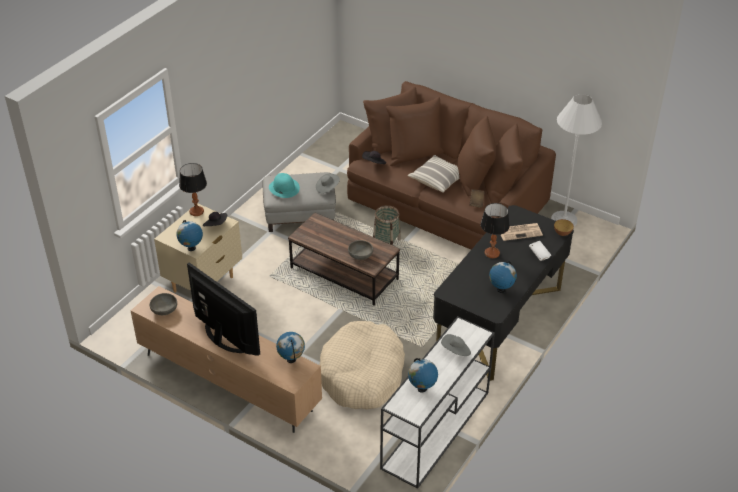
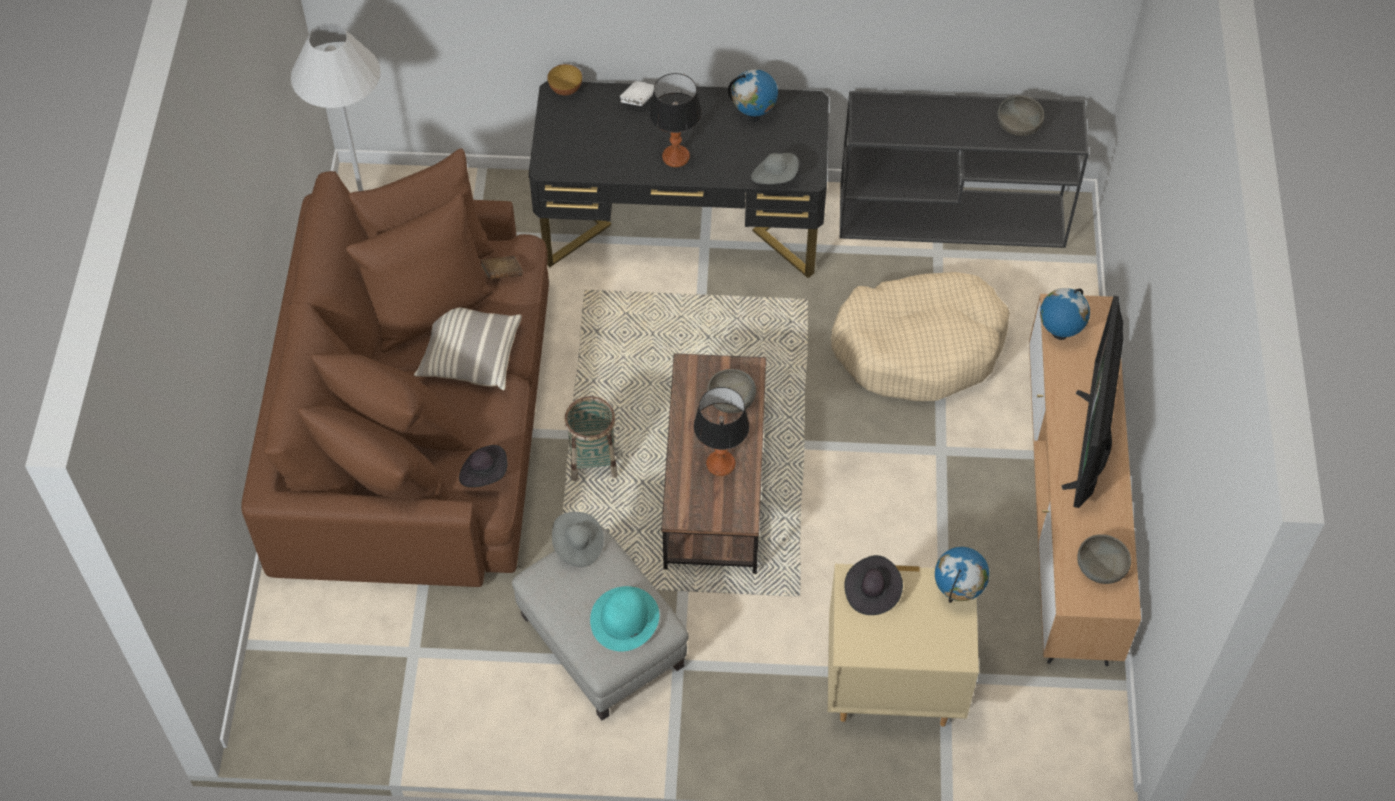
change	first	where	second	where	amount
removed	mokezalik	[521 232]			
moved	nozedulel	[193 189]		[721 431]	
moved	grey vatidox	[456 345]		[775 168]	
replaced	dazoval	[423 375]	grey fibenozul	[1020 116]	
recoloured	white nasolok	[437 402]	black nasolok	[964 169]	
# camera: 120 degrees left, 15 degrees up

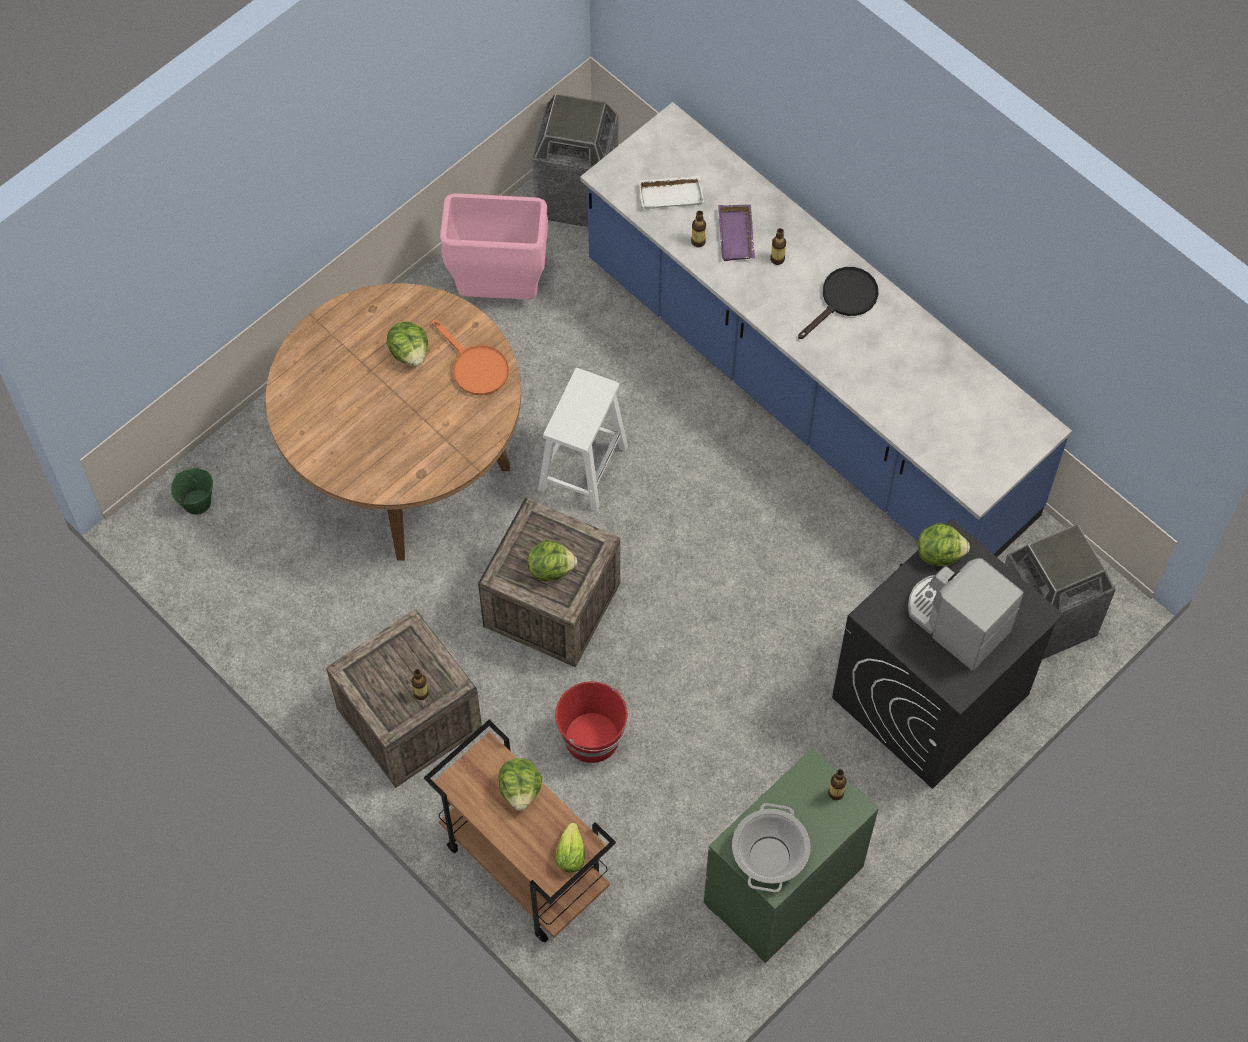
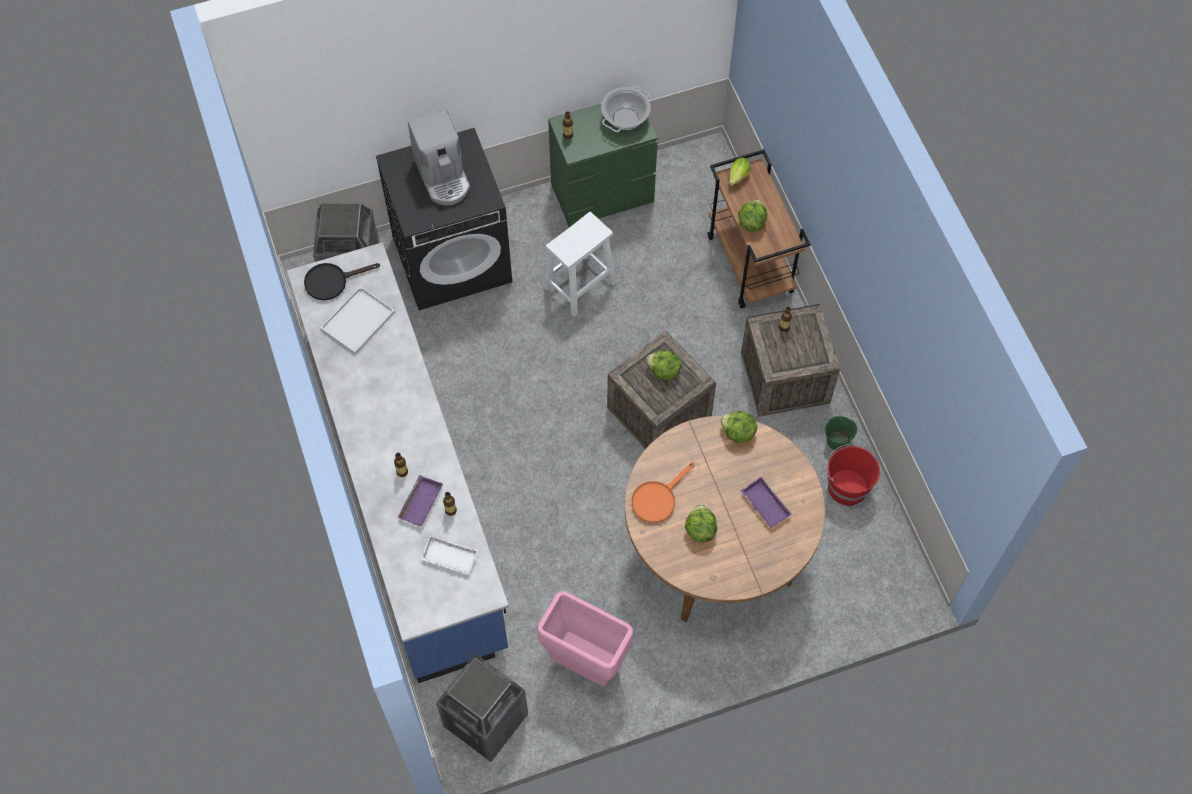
change	first	where	second	where	amount
added			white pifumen	[357 320]	
added			purple pifumen	[765 502]	
moved	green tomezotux	[192 491]		[841 433]	
moved	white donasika	[583 440]		[580 264]	
moved	red tomezotux	[593 722]		[853 475]	
moved	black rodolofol	[838 303]		[342 282]	
moved	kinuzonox	[944 544]		[738 427]	
turned	orange rodolofol	[470 357]		[663 492]	120 degrees counterclockwise
# camera: 155 degrees left, 0 degrees up

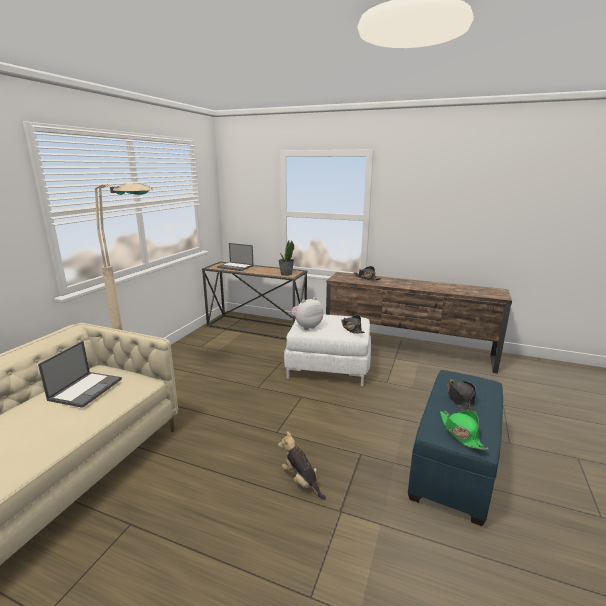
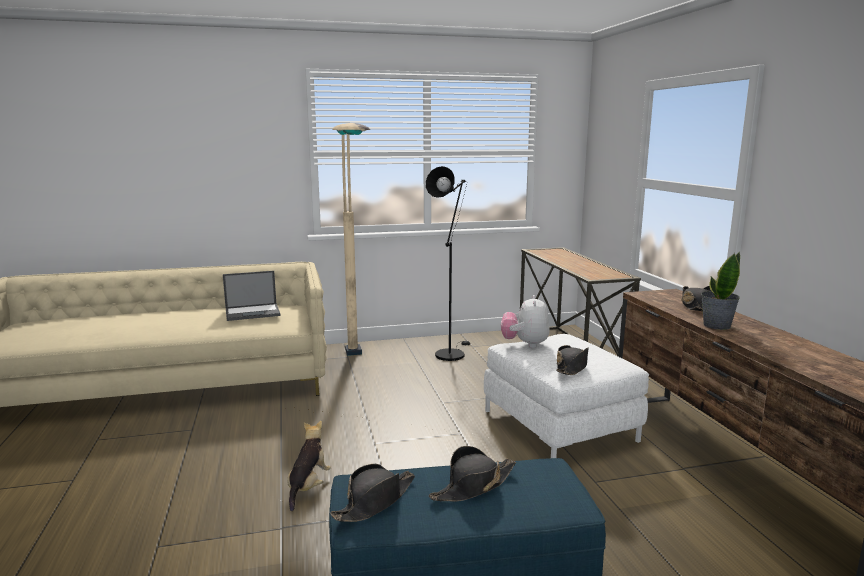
change	first	where	second	where	amount
removed	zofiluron	[235 257]			
added			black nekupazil	[448 263]	
moved	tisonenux	[286 258]		[720 291]	
recoloured	green vatidox	[464 430]	black vatidox	[372 493]	
turned	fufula	[307 313]		[525 321]	105 degrees counterclockwise
# camera: 55 degrees right, 5 degrees down

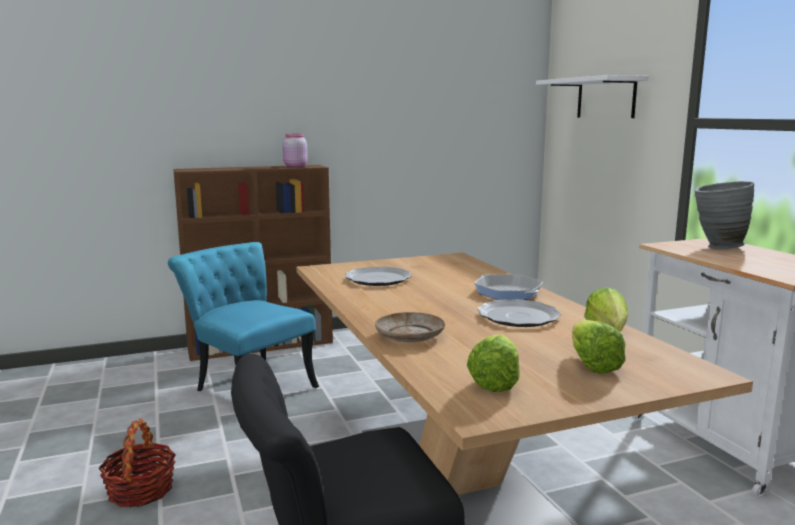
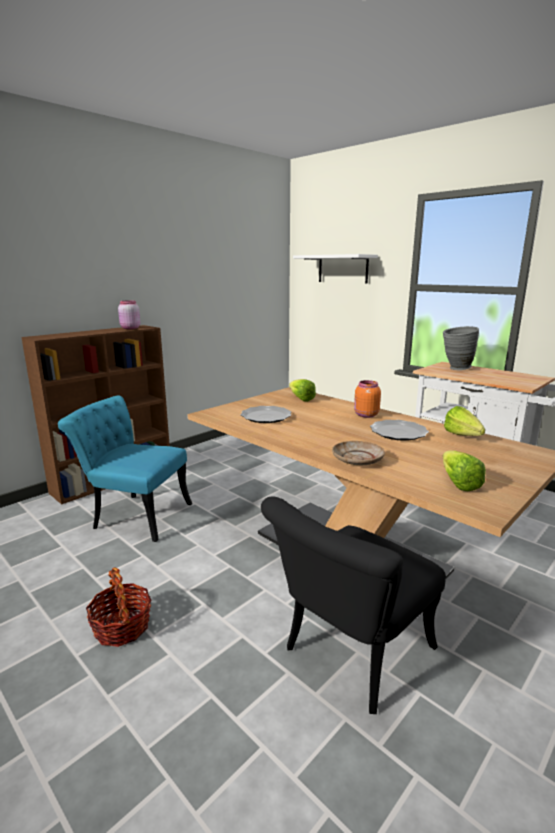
change	first	where	second	where	amount
moved	kinuzonox	[599 347]		[302 390]	
replaced	rodolofol	[508 287]	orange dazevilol	[367 399]	
# camera: 25 degrees left, 5 degrees up

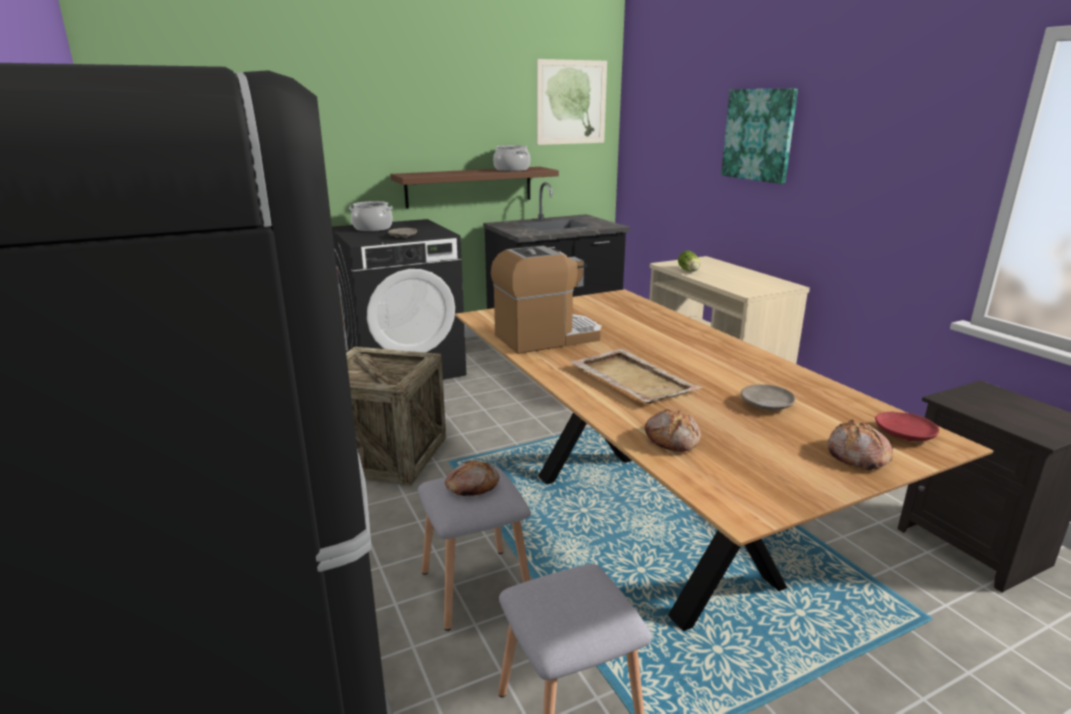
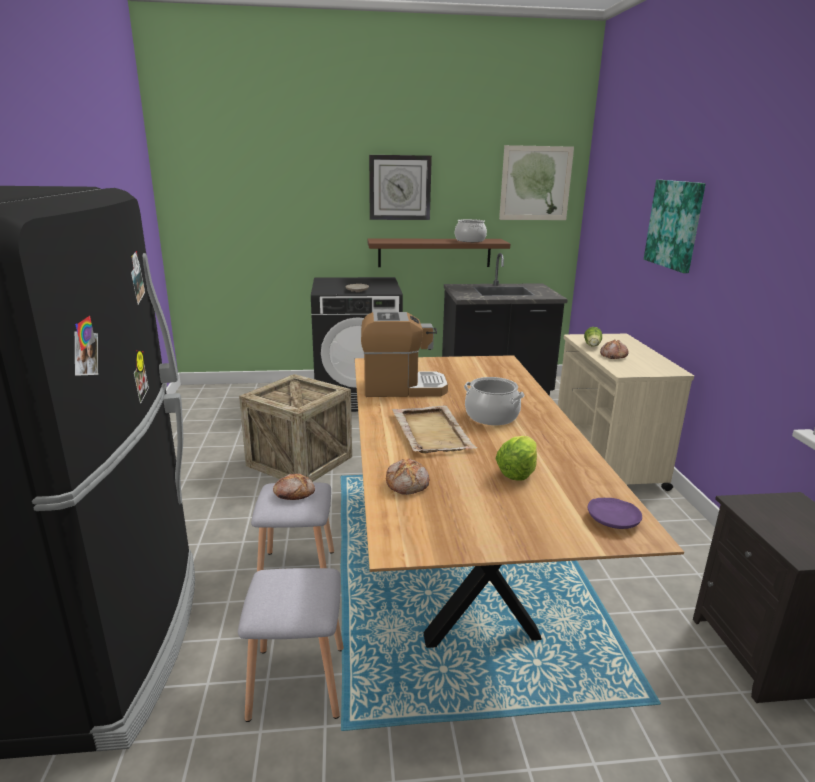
change	first	where	second	where	amount
added			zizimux	[400 187]	
moved	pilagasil	[371 216]		[494 401]	
moved	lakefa	[860 444]		[614 349]	
replaced	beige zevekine	[768 397]	kinuzonox	[516 458]	
recoloured	red zevekine	[907 426]	purple zevekine	[615 513]	
# camera: 20 degrees right, 0 degrees up

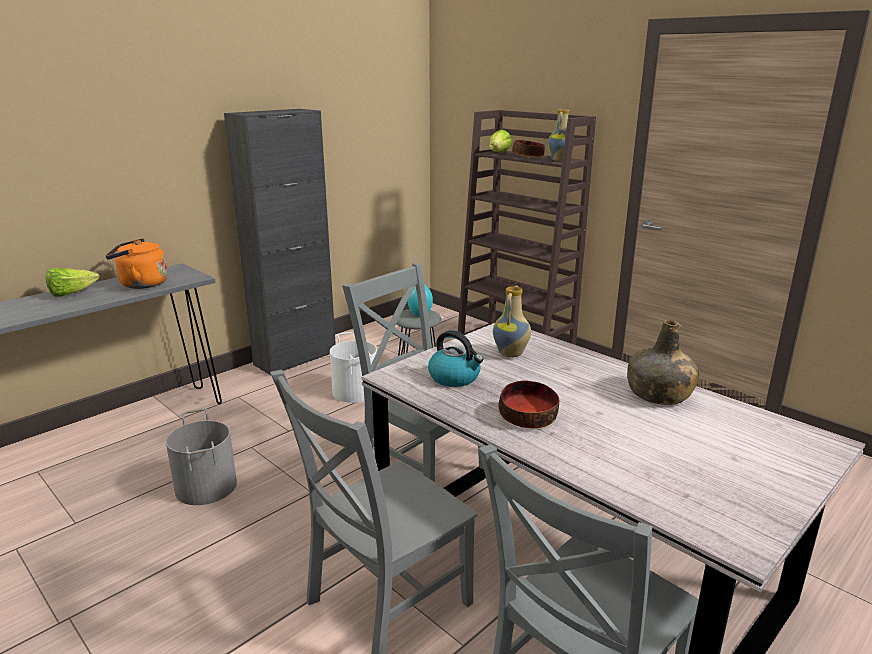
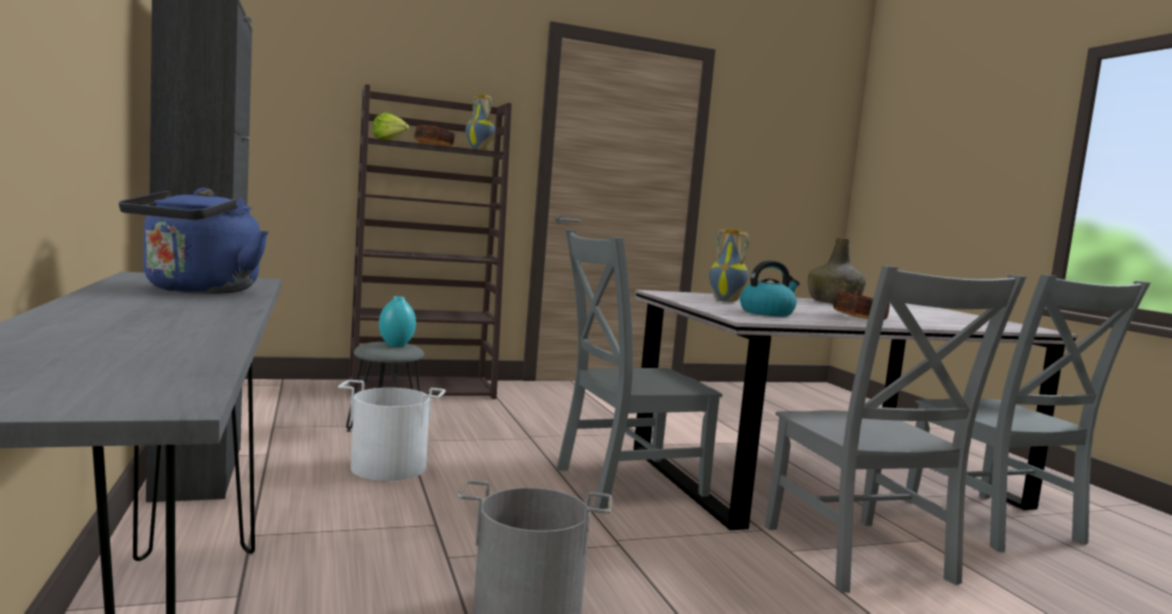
change	first	where	second	where	amount
removed	kinuzonox	[73 282]			
recoloured	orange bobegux	[136 263]	blue bobegux	[193 241]	
# camera: 65 degrees left, 15 degrees down

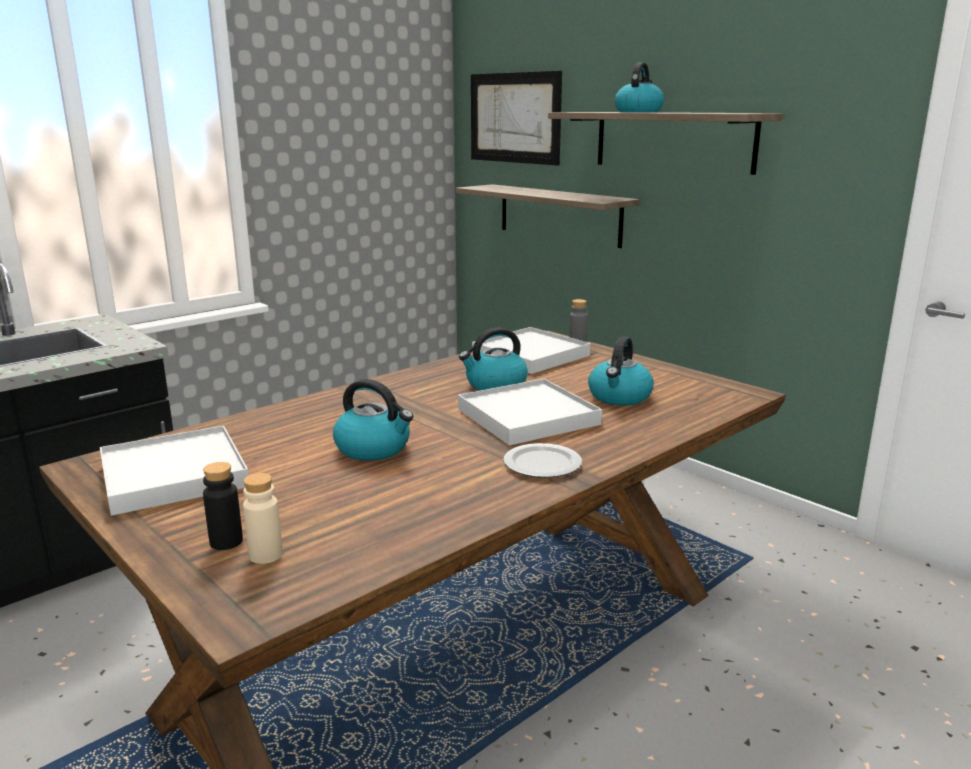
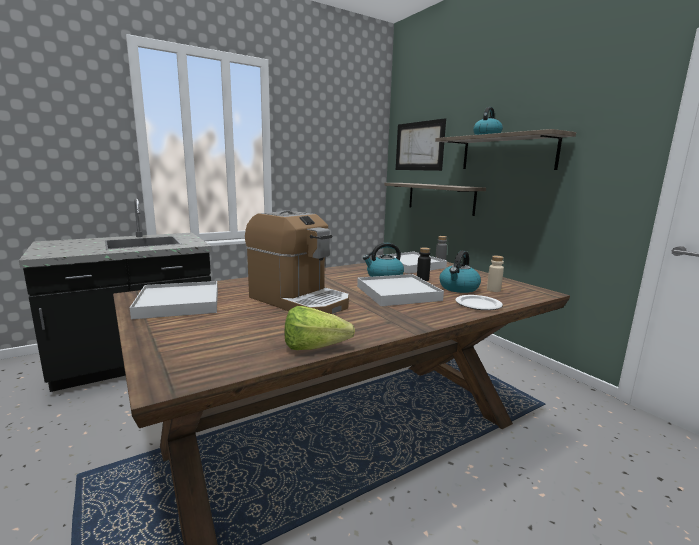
change	first	where	second	where	amount
added			kinuzonox	[320 328]	
moved	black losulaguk	[223 506]		[424 264]	
moved	beige losulaguk	[263 518]		[495 273]	
moved	zevekine	[542 460]		[479 302]	
replaced	bobegux	[373 420]	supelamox	[297 262]	
# camera: 10 degrees right, 5 degrees down

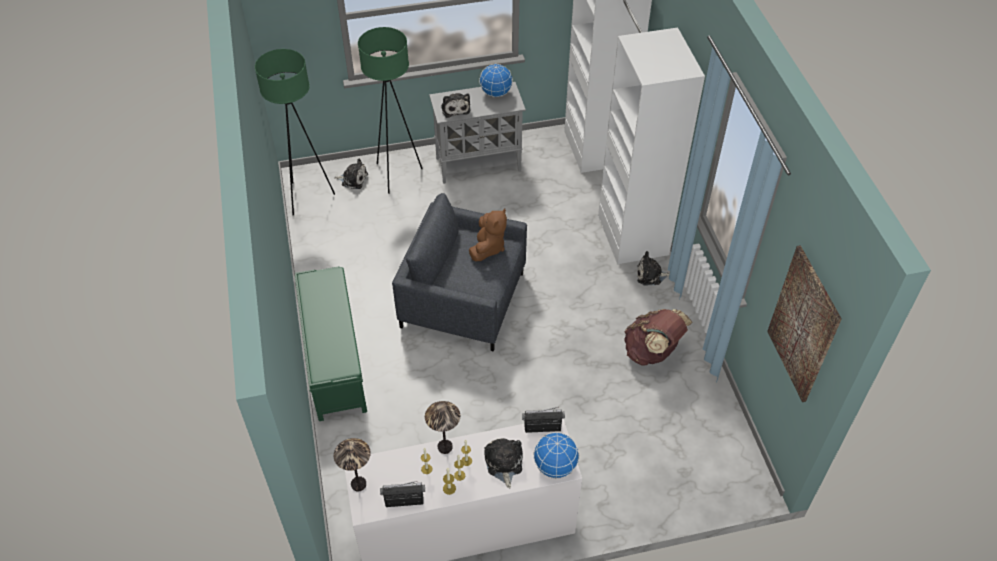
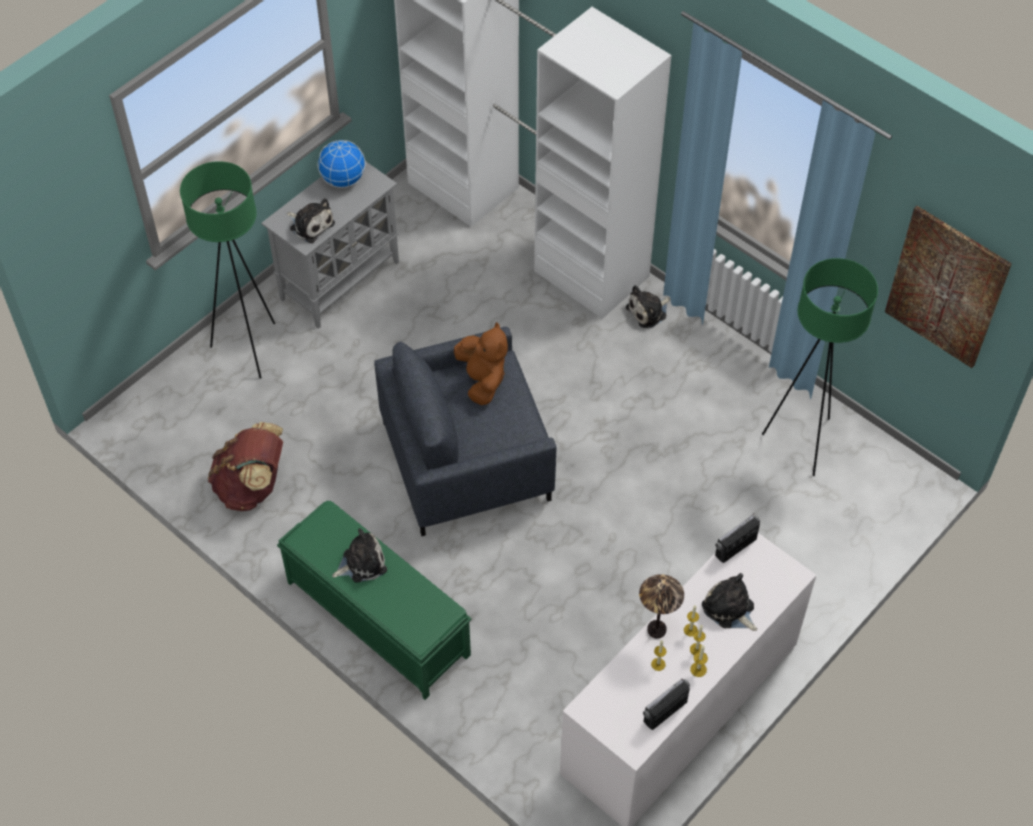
change	first	where	second	where	amount
removed	nozedulel	[352 465]			
removed	dazoval	[556 455]			
moved	green nekupazil	[295 132]		[820 367]	
moved	fufula	[351 174]		[359 555]	
moved	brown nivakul	[658 337]		[245 466]	
# camera: 35 degrees left, 5 degrees up

